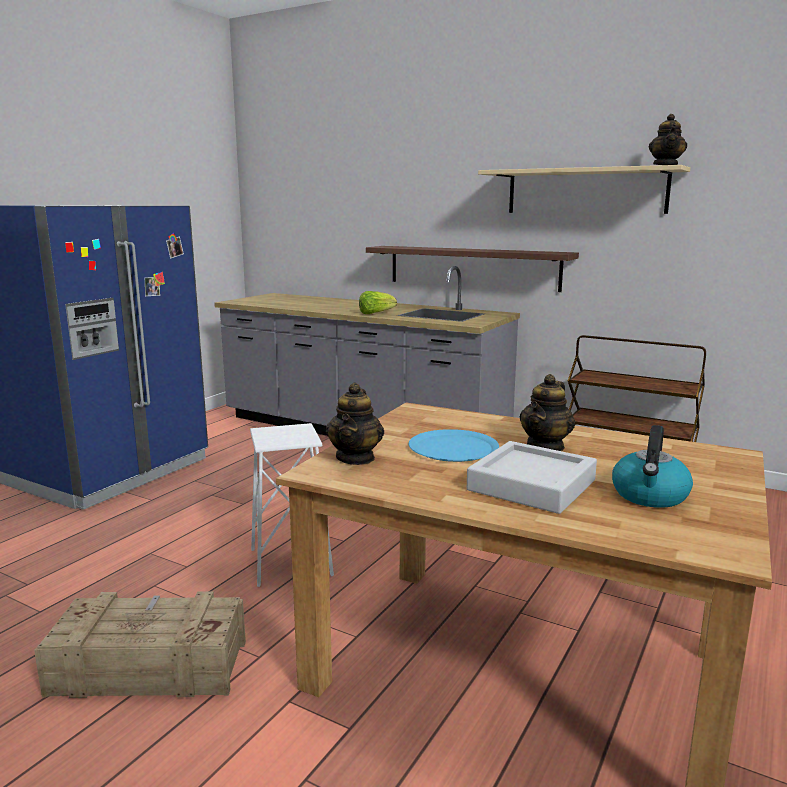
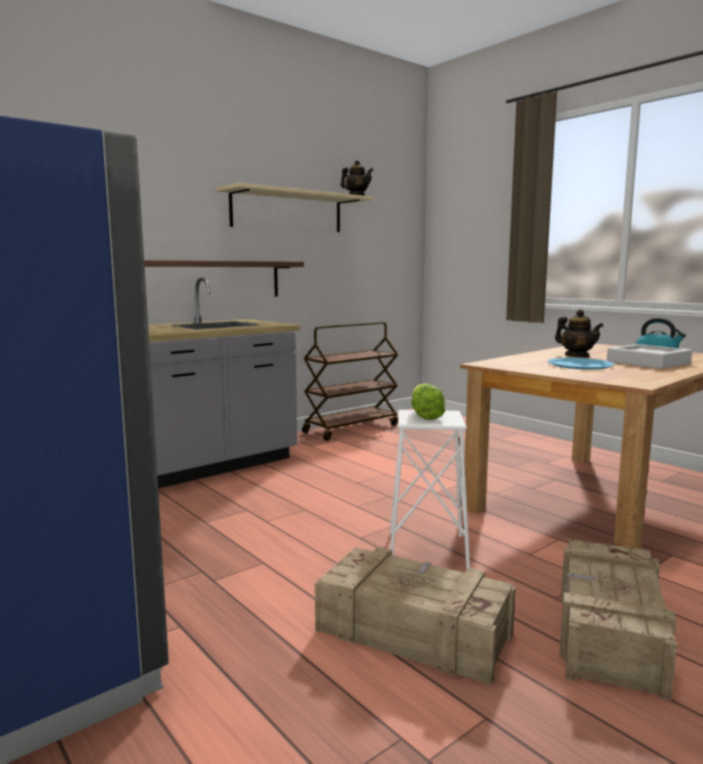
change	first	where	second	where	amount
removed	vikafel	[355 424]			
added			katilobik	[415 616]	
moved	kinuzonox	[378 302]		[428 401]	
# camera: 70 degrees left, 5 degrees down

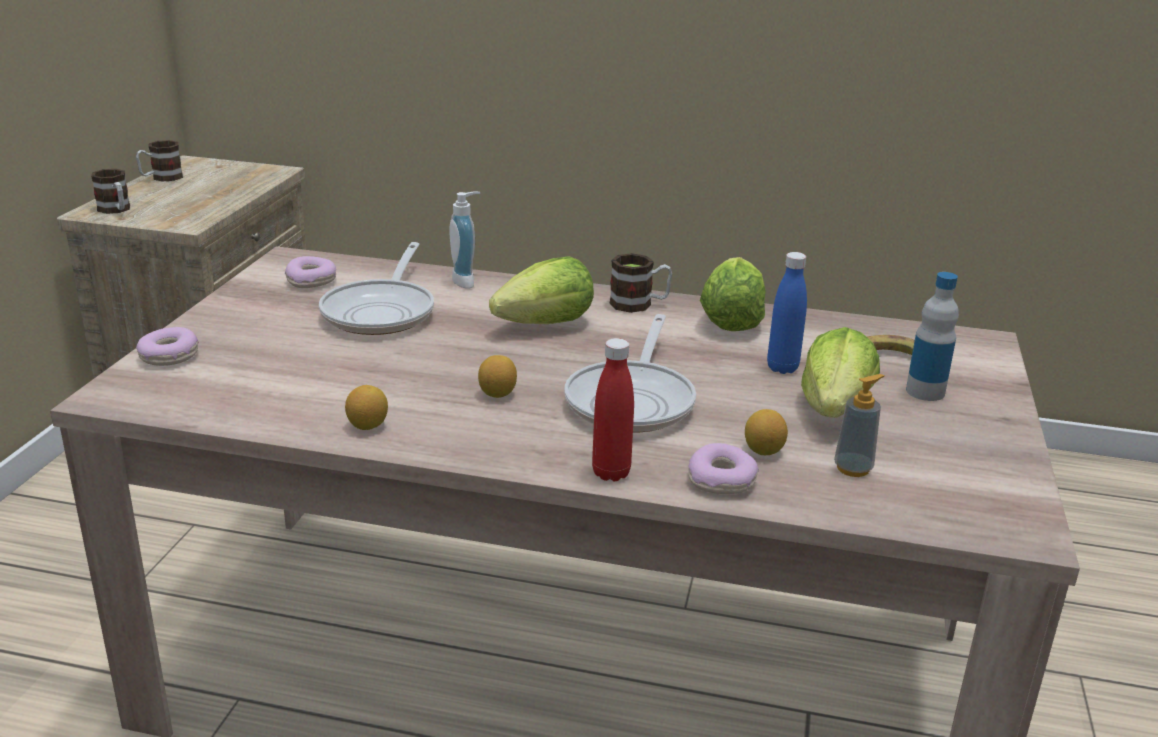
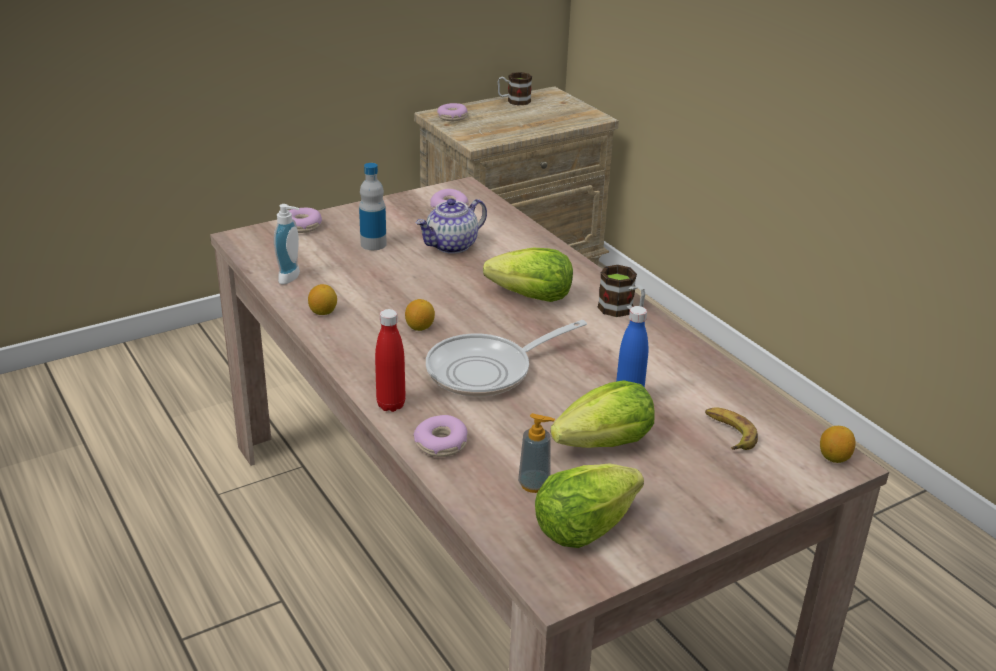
change	first	where	second	where	amount
moved	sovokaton	[465 240]		[287 244]	
moved	kinuzonox	[733 294]		[589 505]	
moved	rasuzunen	[766 432]		[838 444]	
moved	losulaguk	[932 336]		[373 206]	
replaced	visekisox	[110 191]	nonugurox	[452 112]	
replaced	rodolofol	[376 288]	vikafel	[451 226]	
# camera: 45 degrees right, 5 degrees up

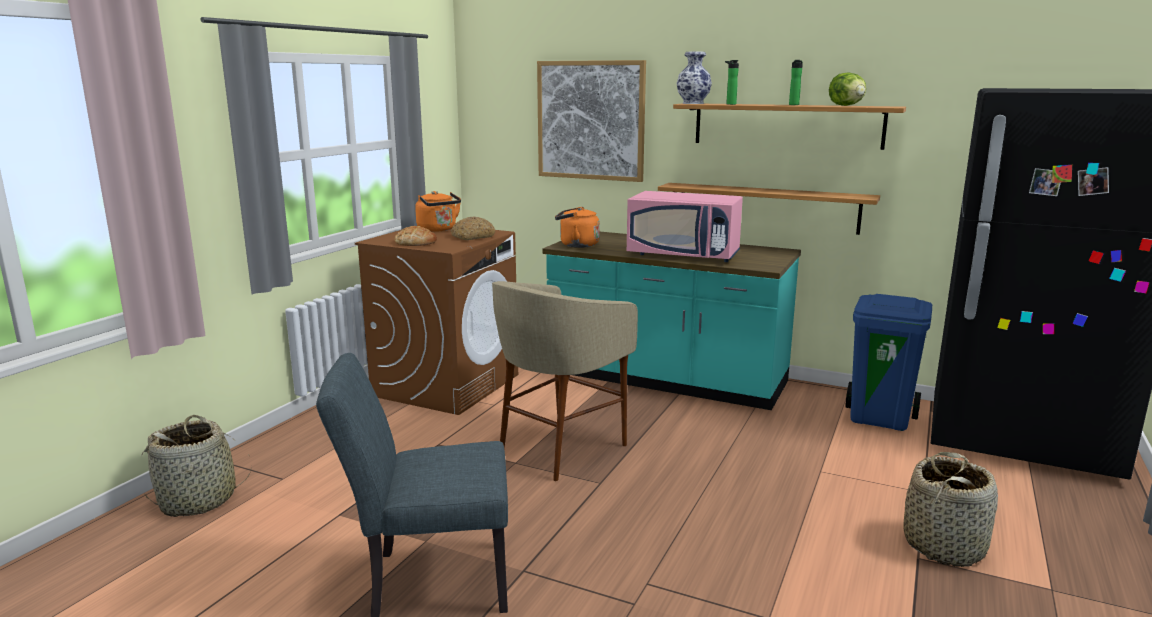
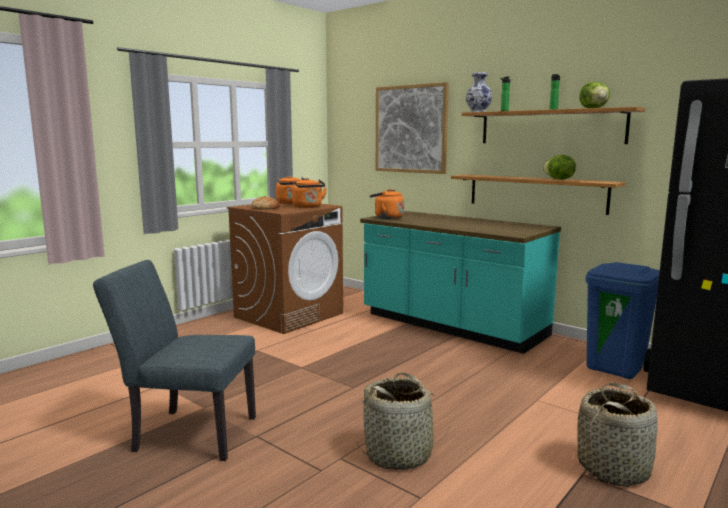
change	first	where	second	where	amount
removed	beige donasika	[565 381]			
removed	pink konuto	[685 226]			
added			kinuzonox	[559 167]	
moved	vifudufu	[196 466]		[403 421]	
replaced	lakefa	[473 228]	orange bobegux	[309 193]	
# camera: 15 degrees right, 5 degrees down

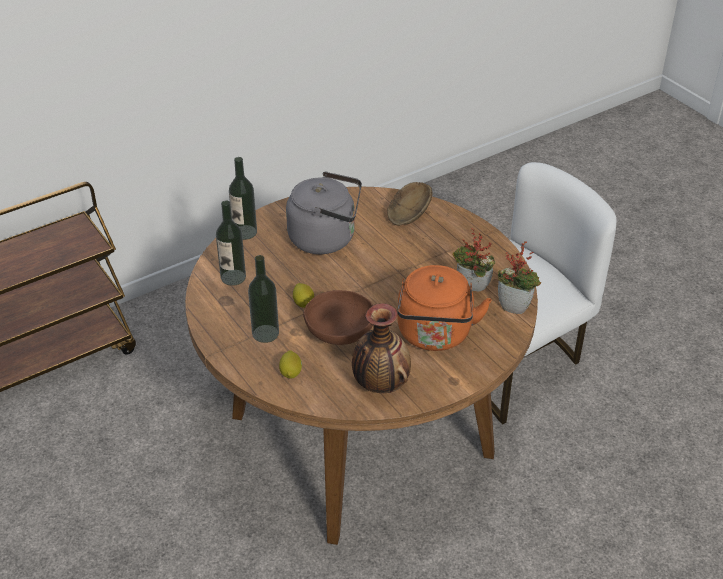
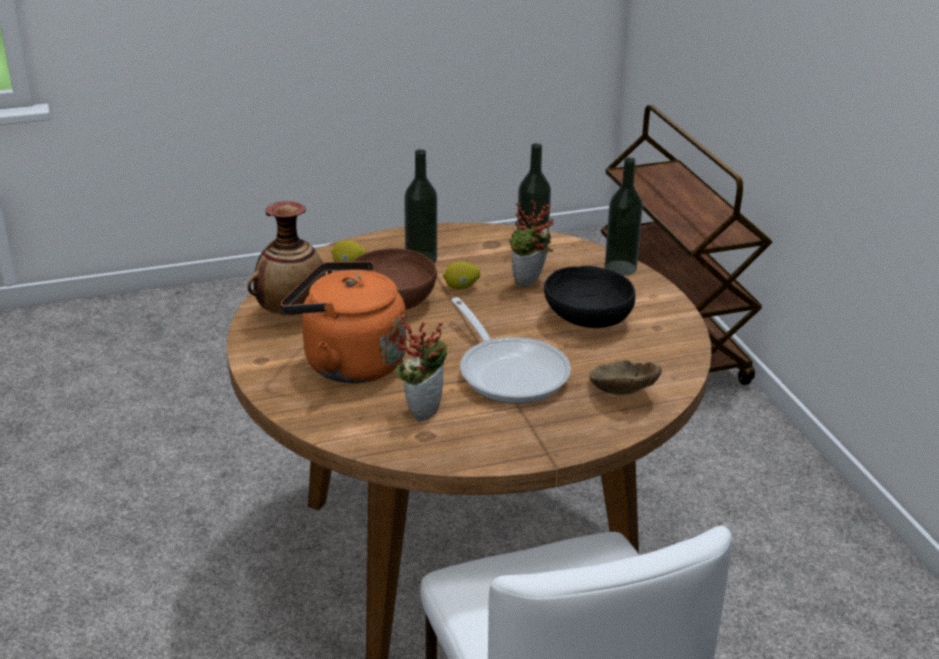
change	first	where	second	where	amount
added			rodolofol	[511 350]	
moved	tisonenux	[519 277]		[531 243]	
replaced	grey bobegux	[324 212]	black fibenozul	[589 297]	
# camera: 105 degrees right, 10 degrees down

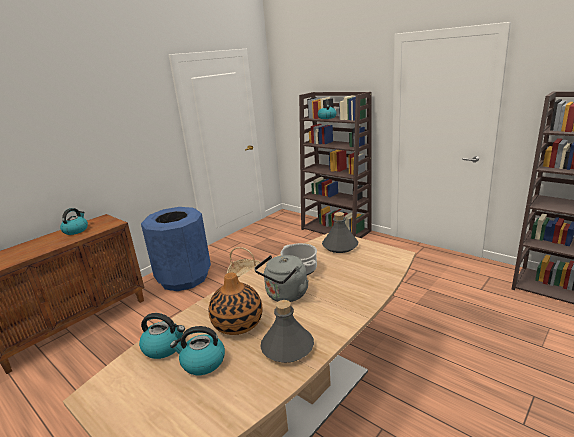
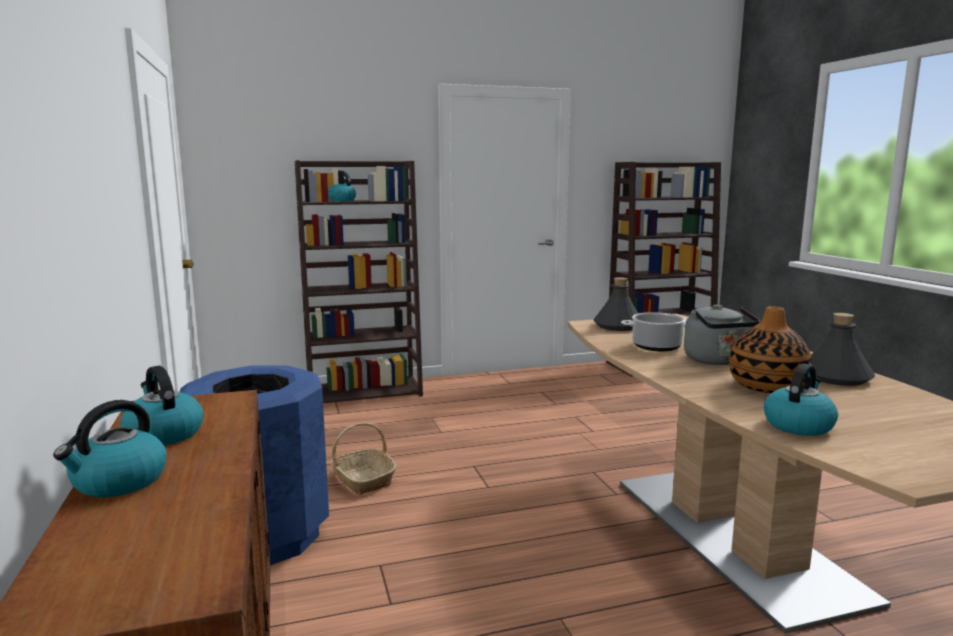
change	first	where	second	where	amount
moved	bobegux	[197 350]		[110 449]	
# camera: 60 degrees left, 10 degrees down

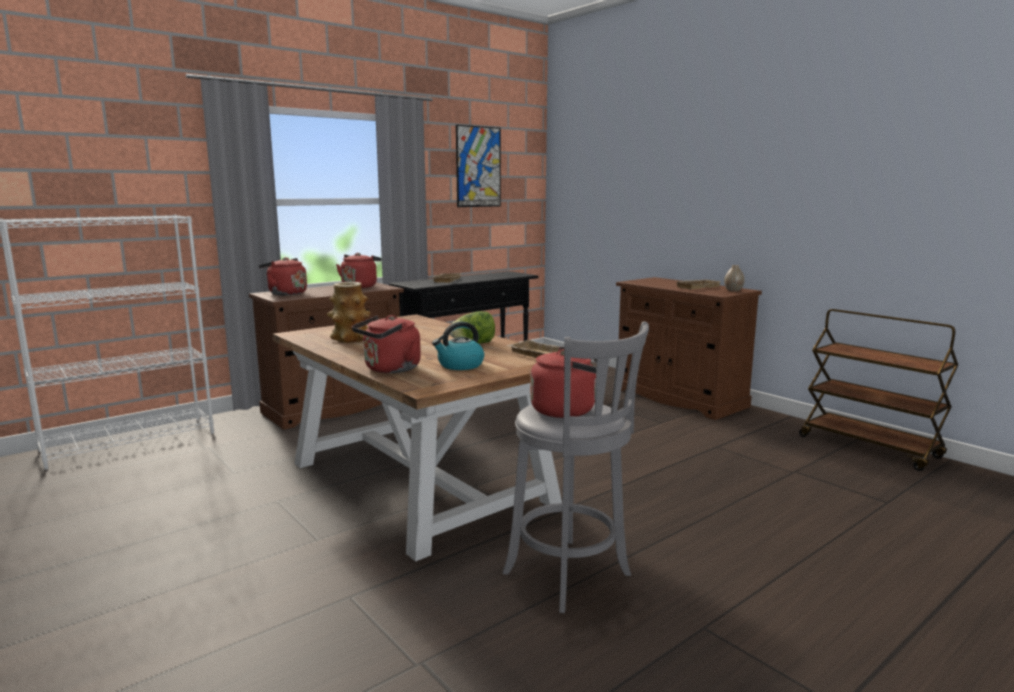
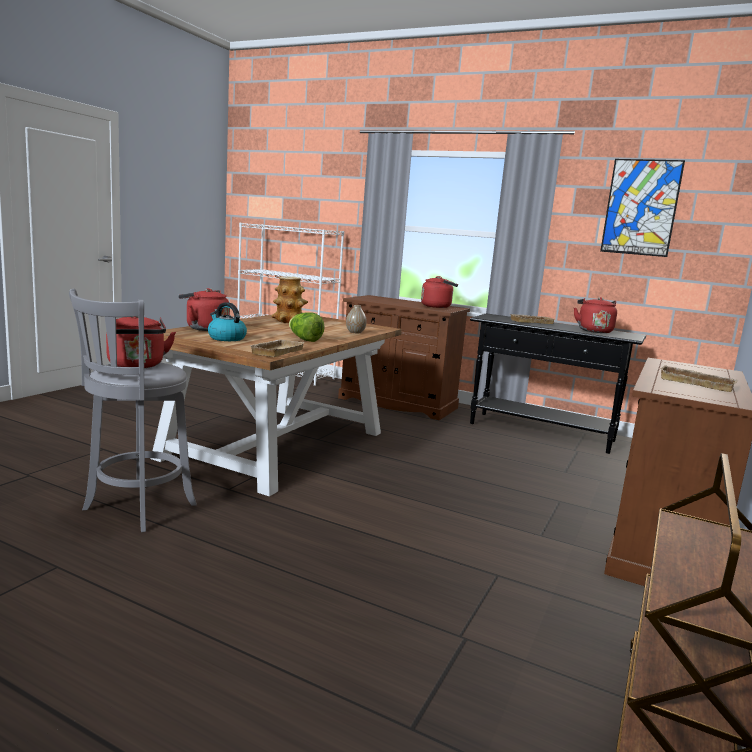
change	first	where	second	where	amount
moved	red bobegux	[282 276]		[595 315]	
moved	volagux	[734 278]		[356 319]	
# camera: 65 degrees right, 0 degrees up

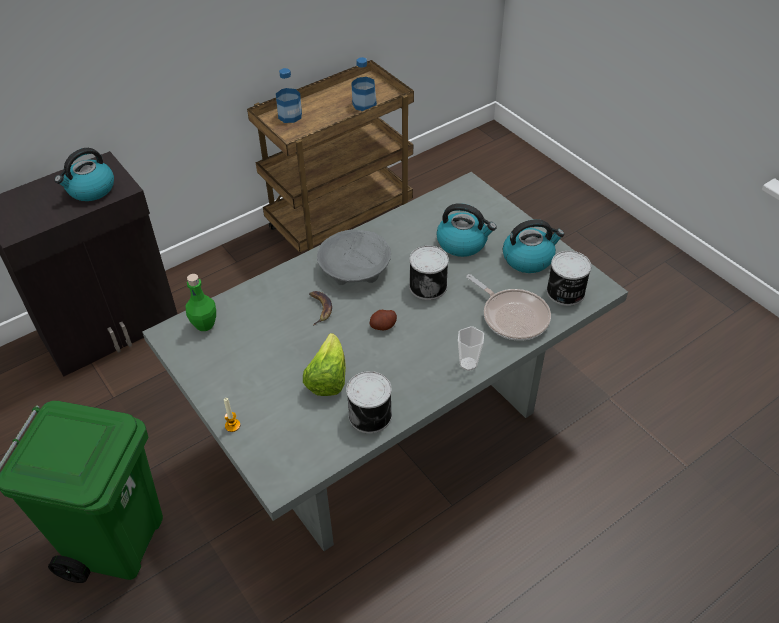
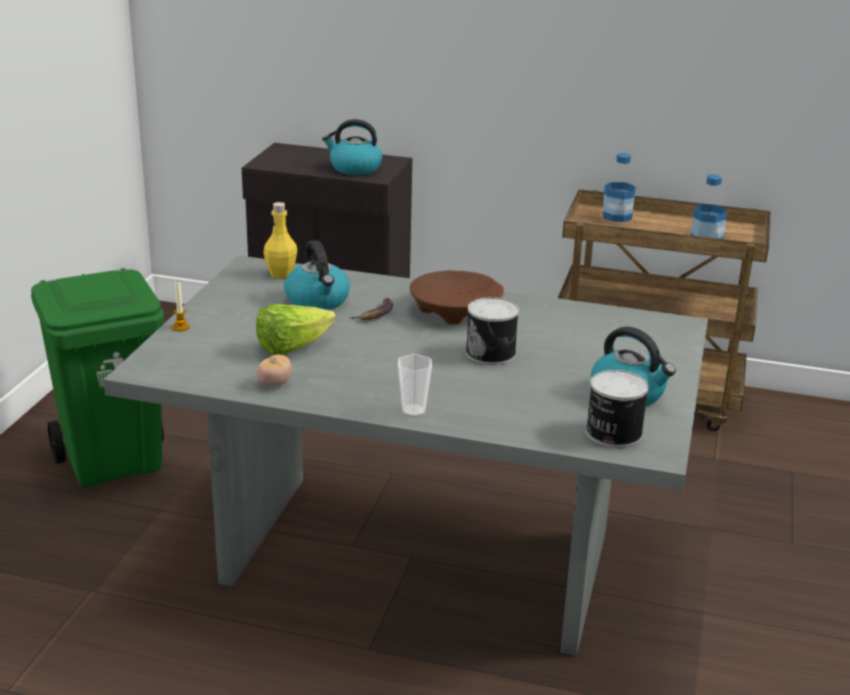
change	first	where	second	where	amount
removed	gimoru	[383 320]			
removed	rodolofol	[508 307]			
moved	bobegux	[466 230]		[317 275]	
replaced	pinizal	[369 402]	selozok	[274 371]	
recoloured	green losulaguk	[201 302]	yellow losulaguk	[280 240]	
recoloured	grey fibenozul	[354 257]	brown fibenozul	[457 297]	
# camera: 50 degrees right, 20 degrees down

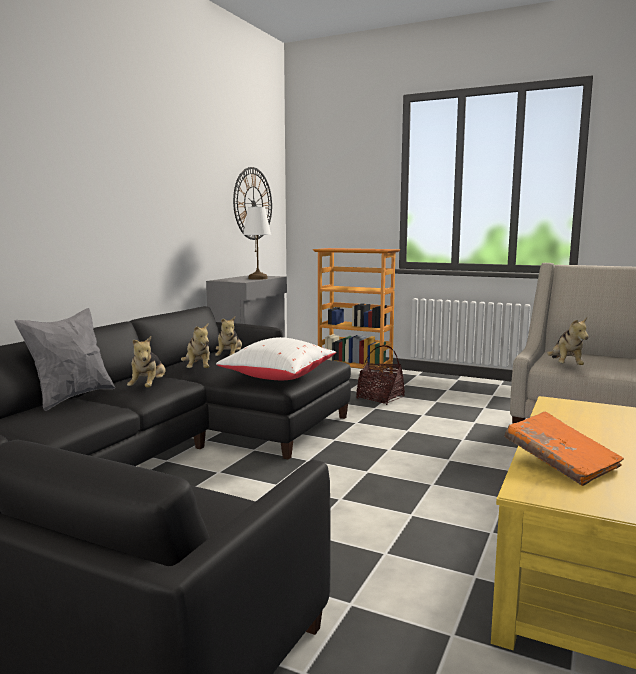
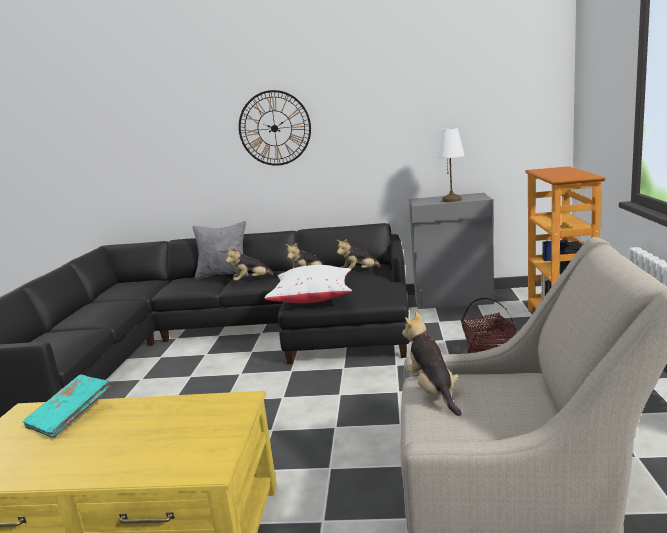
change	first	where	second	where	amount
moved	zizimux	[252 203]		[275 128]	
recoloured	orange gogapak	[564 448]	turquoise gogapak	[67 406]	
turned	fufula	[568 341]		[432 364]	90 degrees clockwise
# camera: 70 degrees right, 5 degrees up

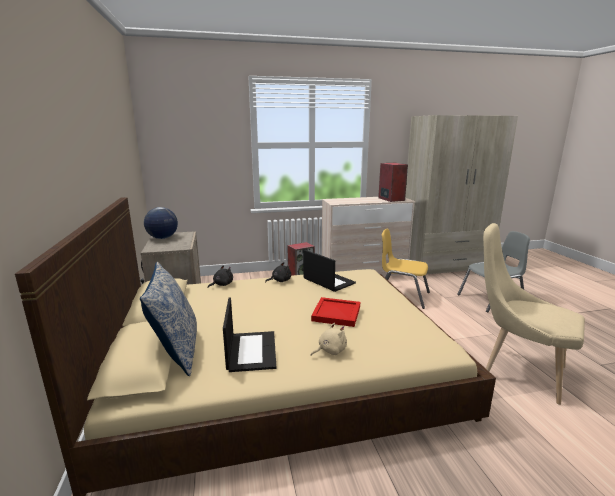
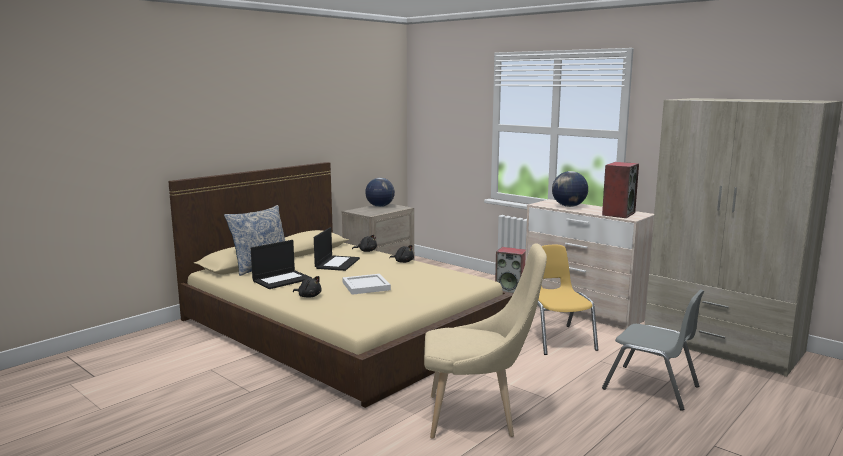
change	first	where	second	where	amount
added			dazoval	[570 189]	
moved	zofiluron	[329 271]		[337 249]	
recoloured	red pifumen	[335 312]	white pifumen	[366 284]	
recoloured	beige fufula	[329 339]	black fufula	[307 287]	
turned	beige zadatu	[534 314]		[485 341]	90 degrees clockwise
# camera: 55 degrees right, 5 degrees down

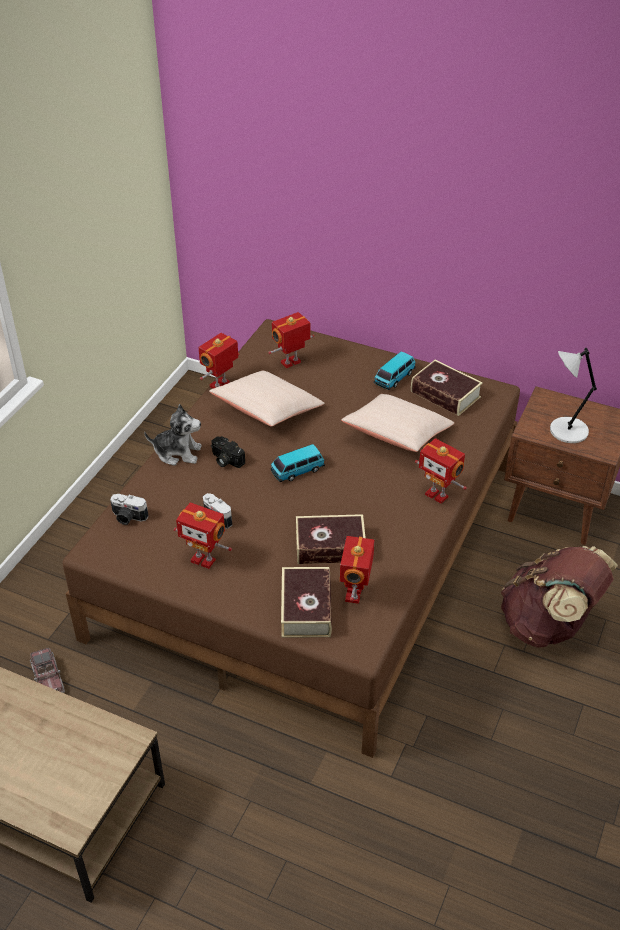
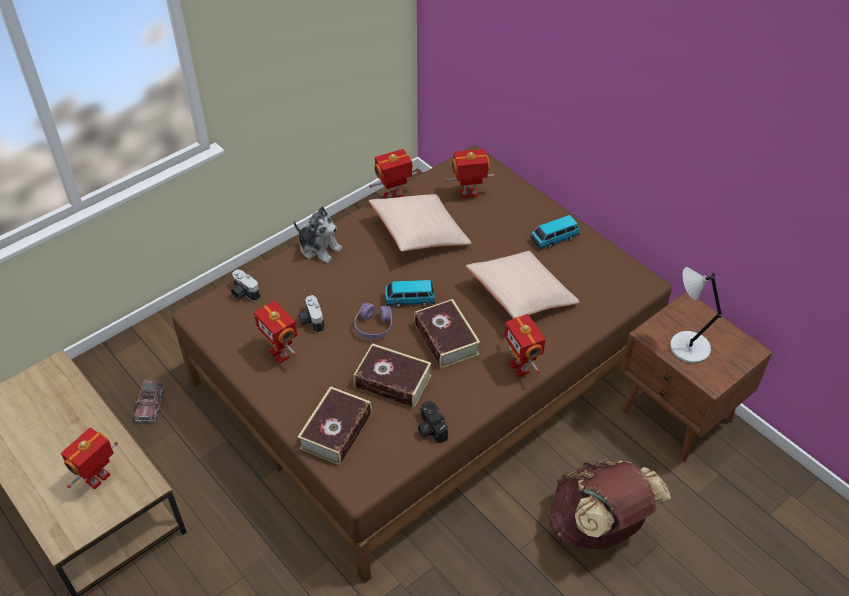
change	first	where	second	where	amount
added			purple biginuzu	[373 321]	
moved	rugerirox	[228 452]		[433 422]	
moved	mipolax	[357 570]		[89 458]	
moved	gogapak	[447 388]		[447 334]	
# camera: 25 degrees right, 5 degrees up

